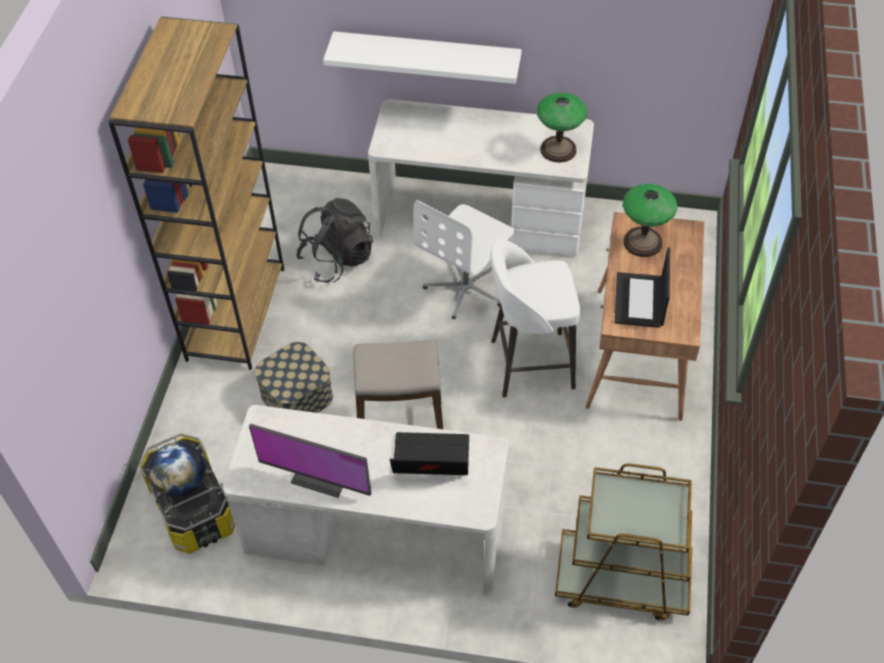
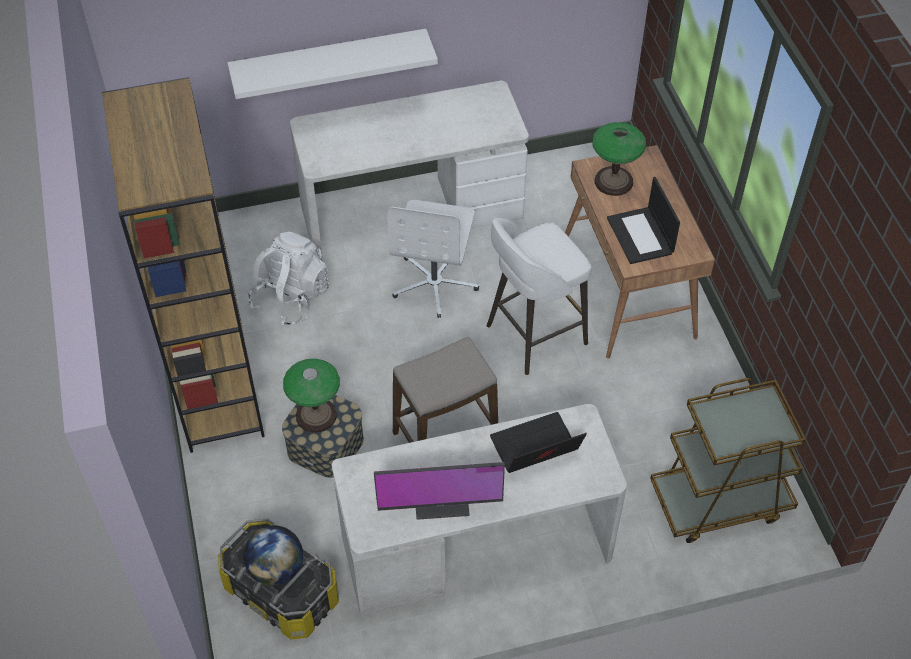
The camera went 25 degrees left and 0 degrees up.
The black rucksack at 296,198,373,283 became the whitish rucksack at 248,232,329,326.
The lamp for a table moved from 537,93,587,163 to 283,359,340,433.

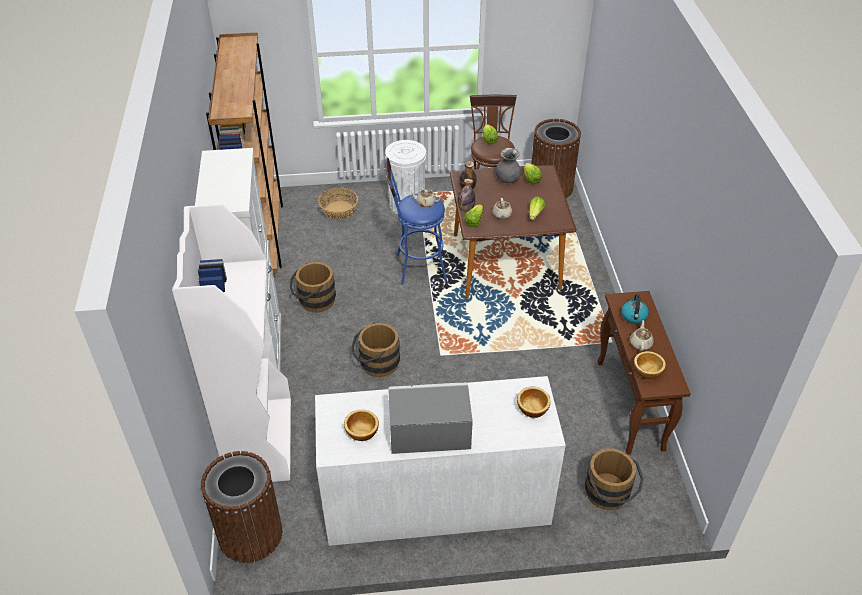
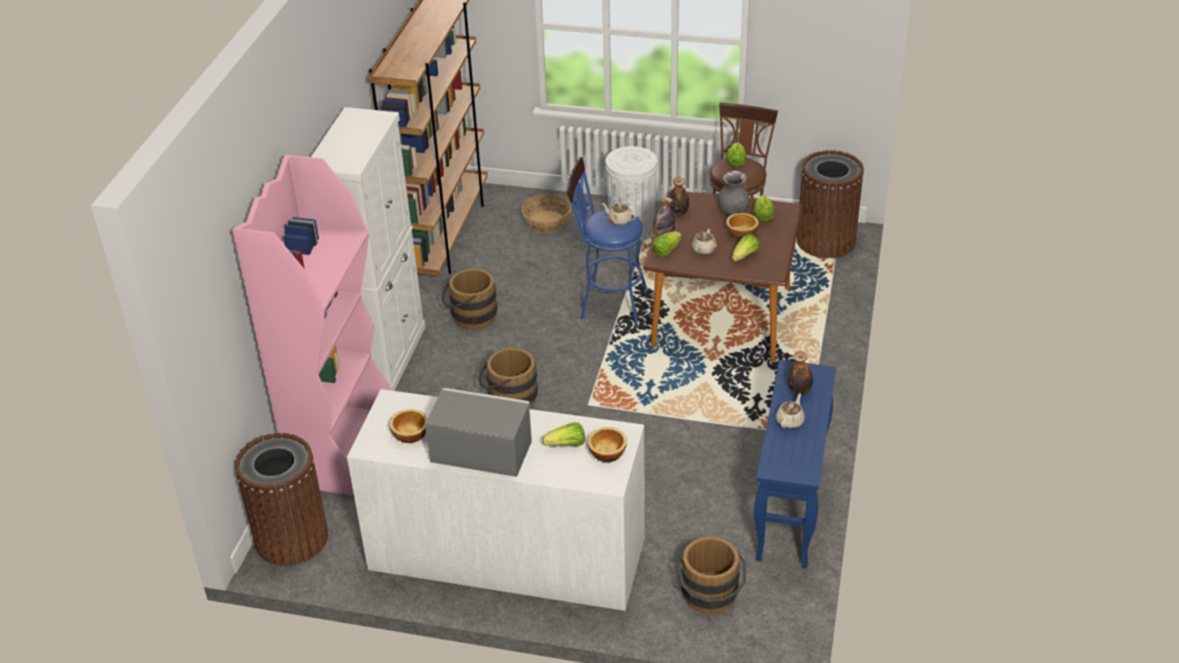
The camera went 20 degrees right and 5 degrees down.
The whitish bookshelf at 172,204,291,482 became the pink bookshelf at 232,154,392,496.
The head of lettuce at 542,422,585,446 appeared.
The deep dish moved from 634,351,666,379 to 726,213,759,239.
The brown-coloured narrow table at 597,291,691,454 became the bluish narrow table at 754,360,836,568.
The kettle at 621,294,649,324 was replaced by the beverage bottle at 788,351,813,395.

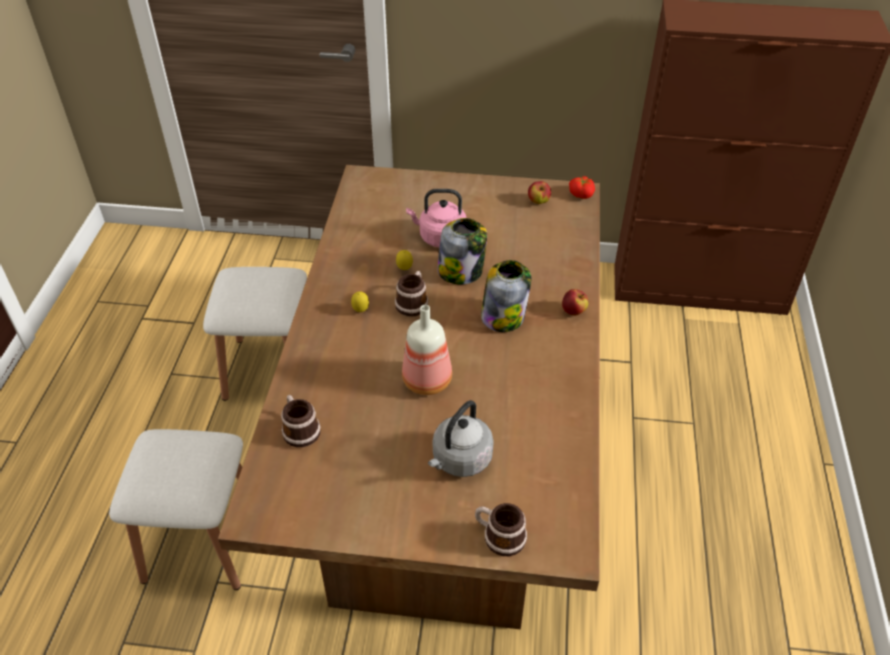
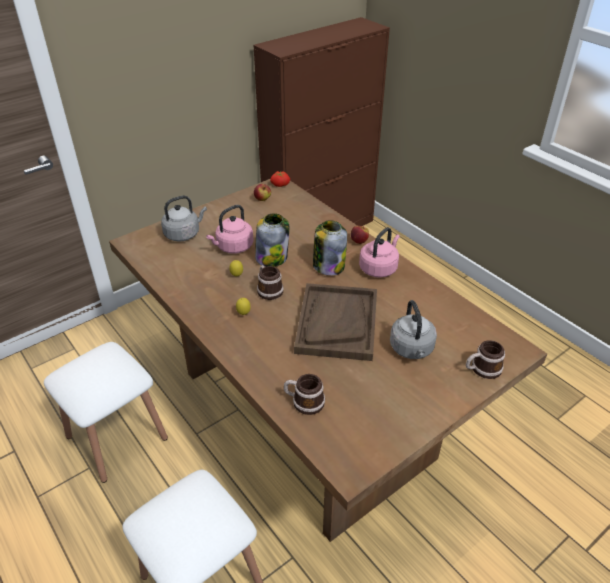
The camera went 45 degrees left and 5 degrees down.
The gray kettle at 161,196,207,241 appeared.
The beverage bottle at 402,305,452,395 was replaced by the brown-coloured tray at 294,283,377,361.
The pink kettle at 359,227,400,278 appeared.

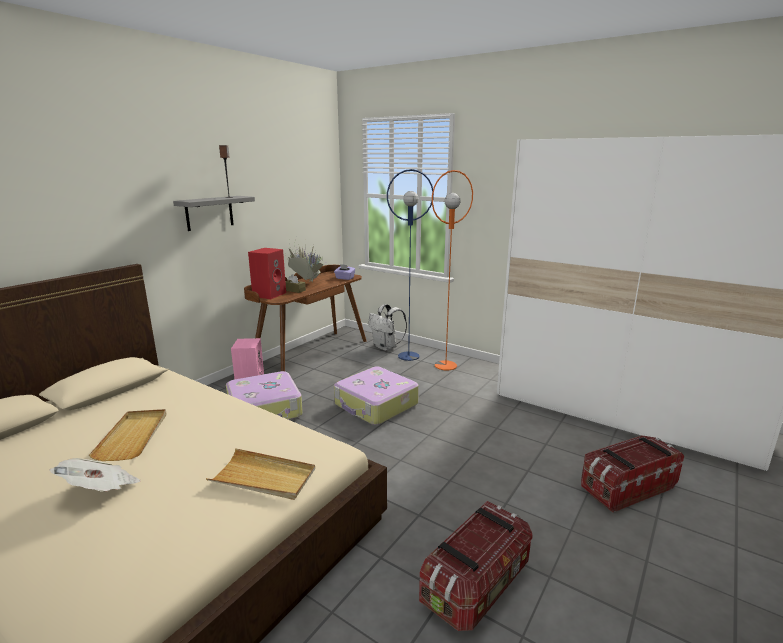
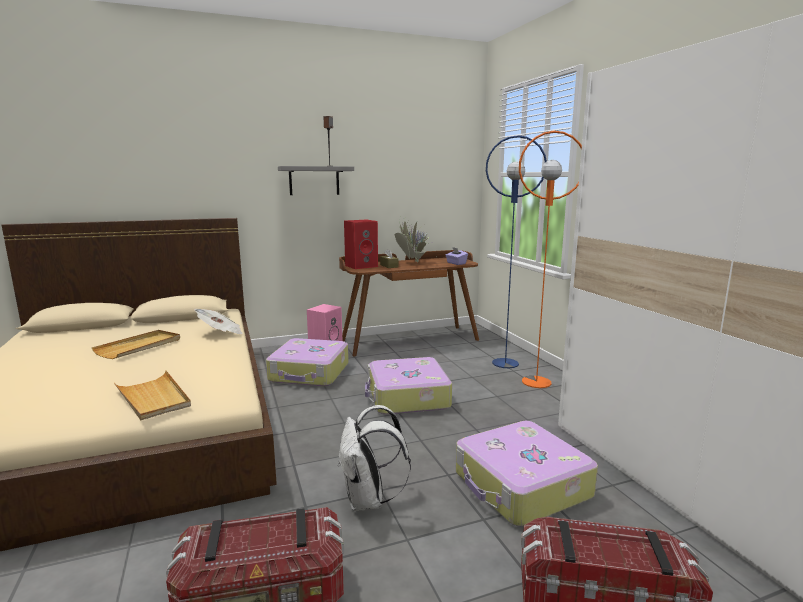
The camera went 35 degrees right and 5 degrees down.
The daily paper moved from 49,458,141,492 to 194,309,243,334.
The whitish rucksack moved from 369,304,407,351 to 338,405,411,511.
The travel case at 456,421,598,526 appeared.

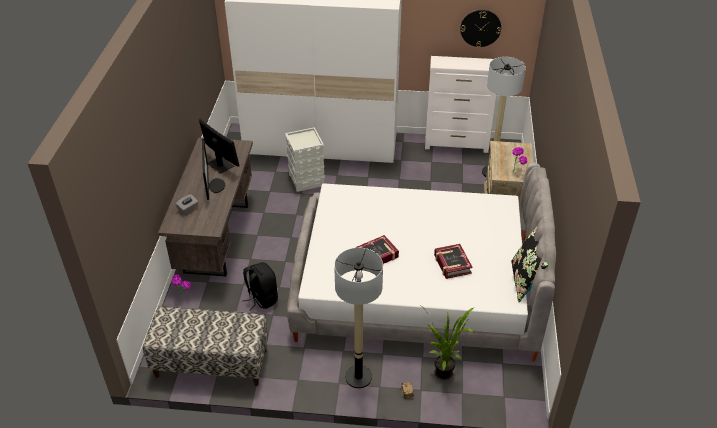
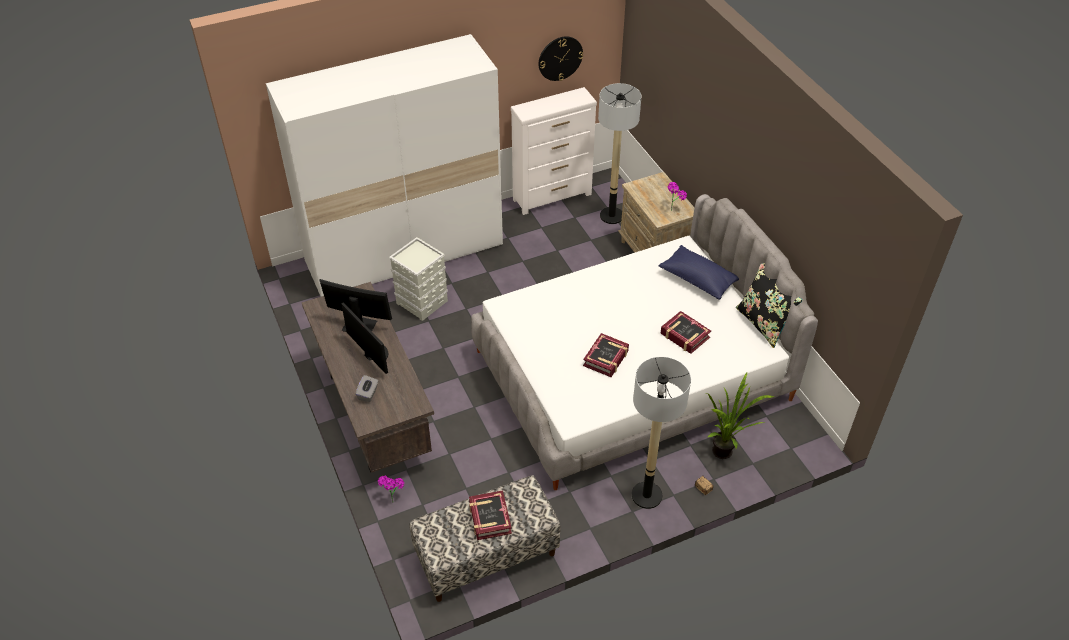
The camera went 30 degrees left and 5 degrees up.
The bound book at 469,491,512,540 appeared.
The bluish cushion at 659,245,739,300 appeared.
The black rucksack at 243,262,278,310 disappeared.

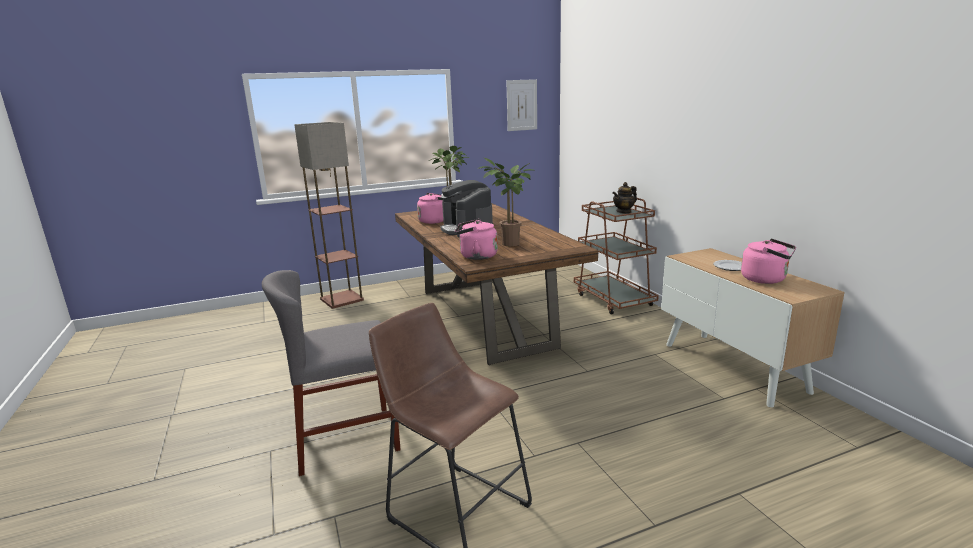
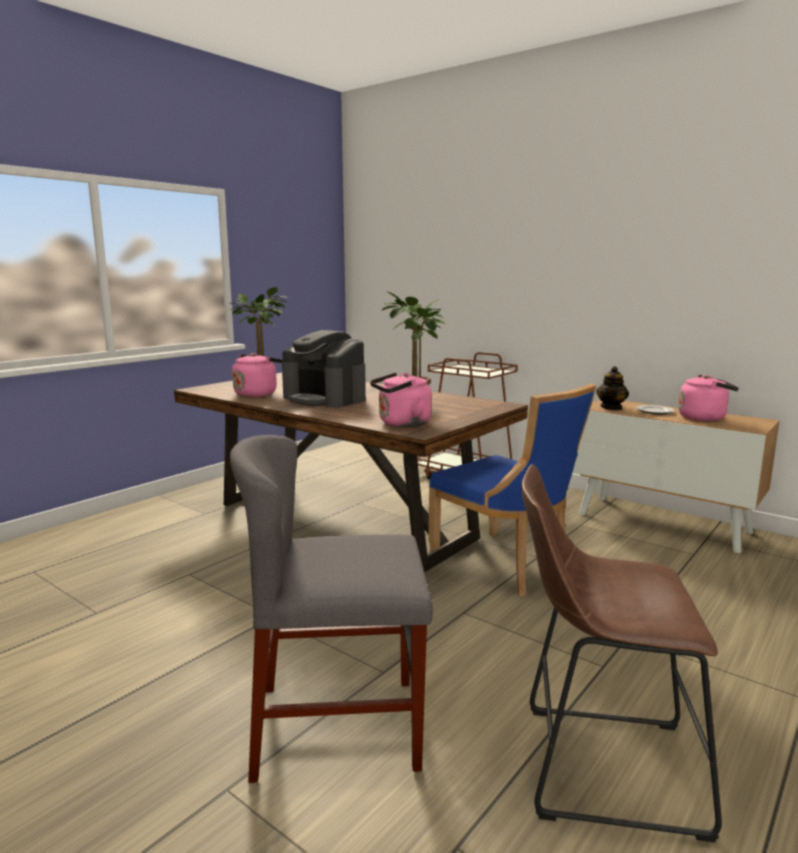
The camera went 30 degrees left and 5 degrees down.
The gray chair at 262,270,401,476 turned 45 degrees clockwise.
The bluish chair at 428,384,597,596 appeared.
The pot for tea moved from 612,182,637,214 to 596,366,629,410.
The standing lamp at 294,122,364,309 disappeared.
The wall art at 506,79,537,131 disappeared.

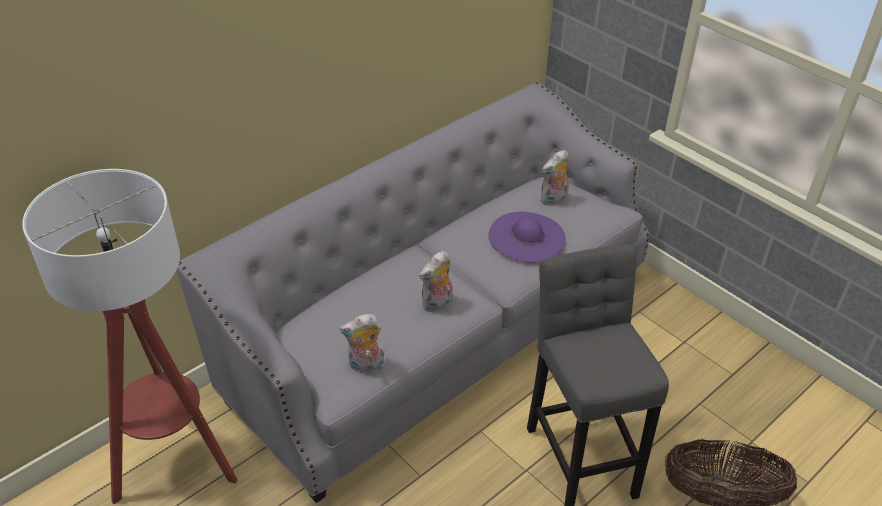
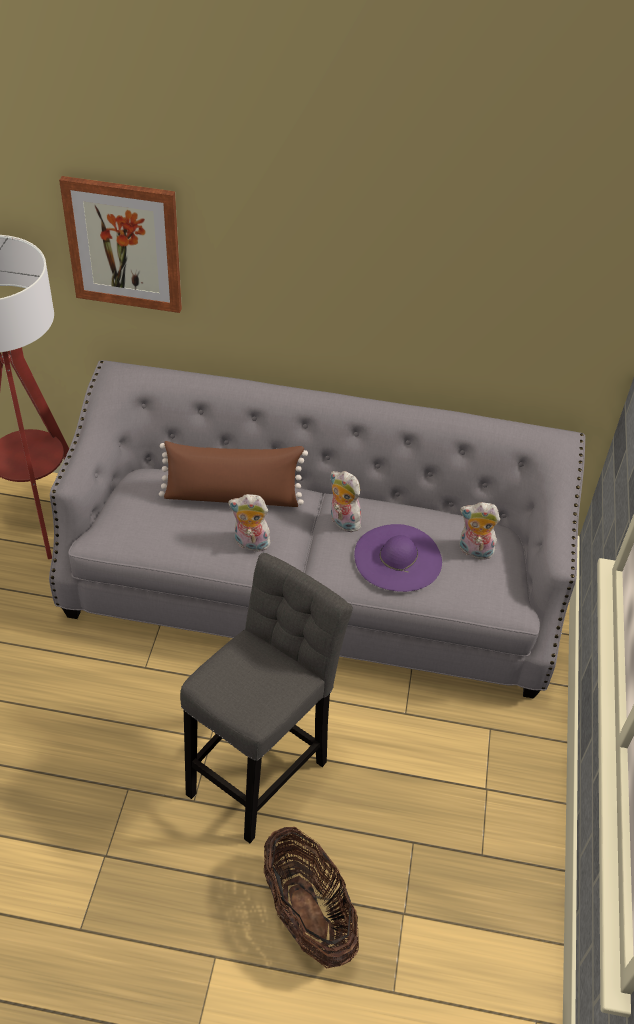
The camera went 50 degrees right and 5 degrees up.
The wall art at 59,176,182,313 appeared.
The brown-coloured cushion at 159,441,308,507 appeared.
The soft toy moved from 339,314,386,372 to 331,471,362,532.

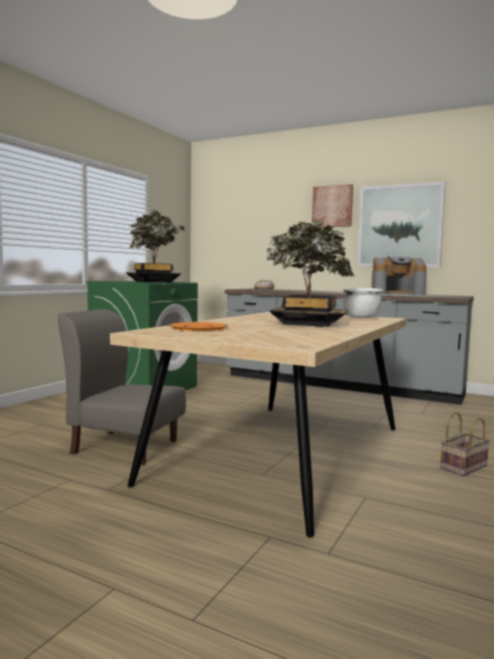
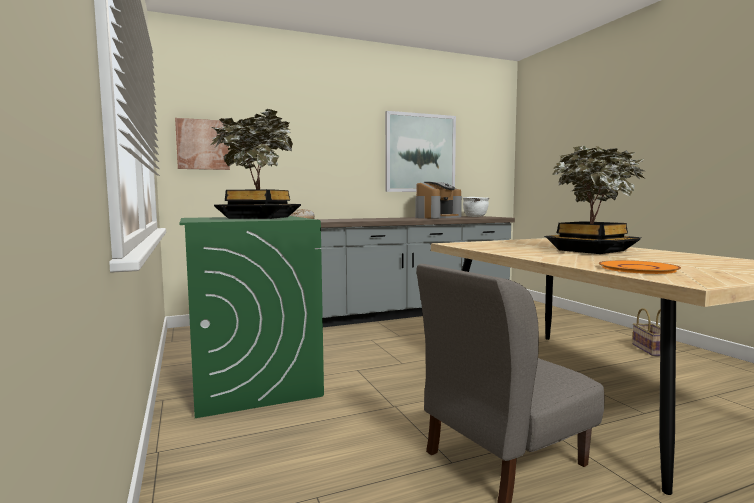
The camera went 50 degrees left and 0 degrees up.
The wall art moved from 312,184,353,227 to 175,118,230,170.
The whitish saucepot moved from 343,288,383,318 to 462,197,489,217.

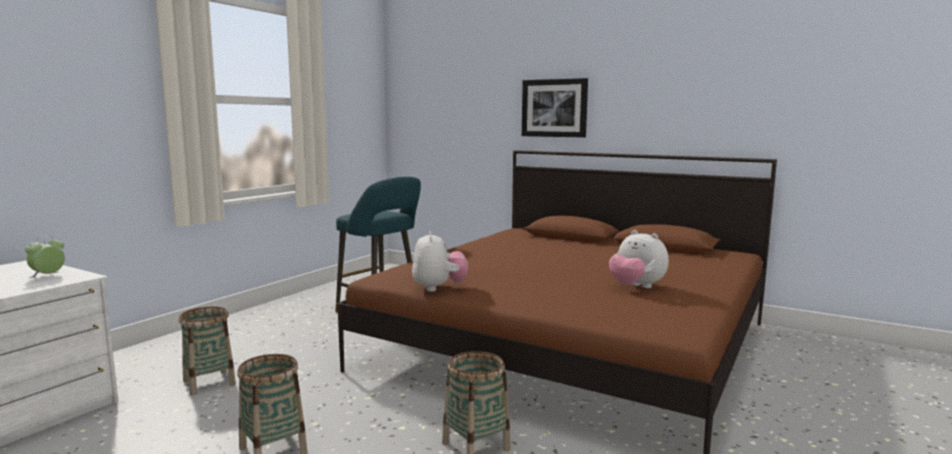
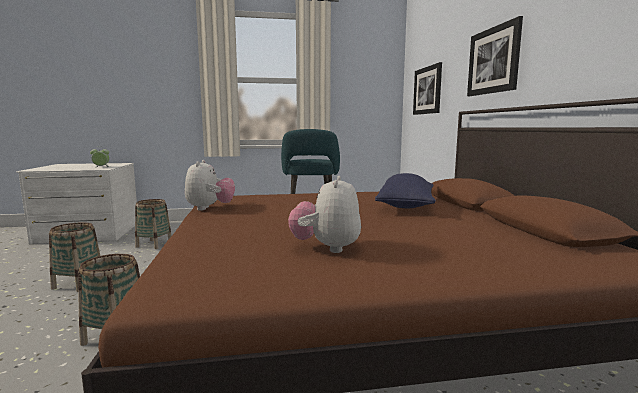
The camera went 50 degrees right and 0 degrees up.
The soft toy at 412,231,468,292 turned 45 degrees counterclockwise.
The bluish cushion at 375,173,436,208 appeared.
The wall art at 413,62,442,115 appeared.

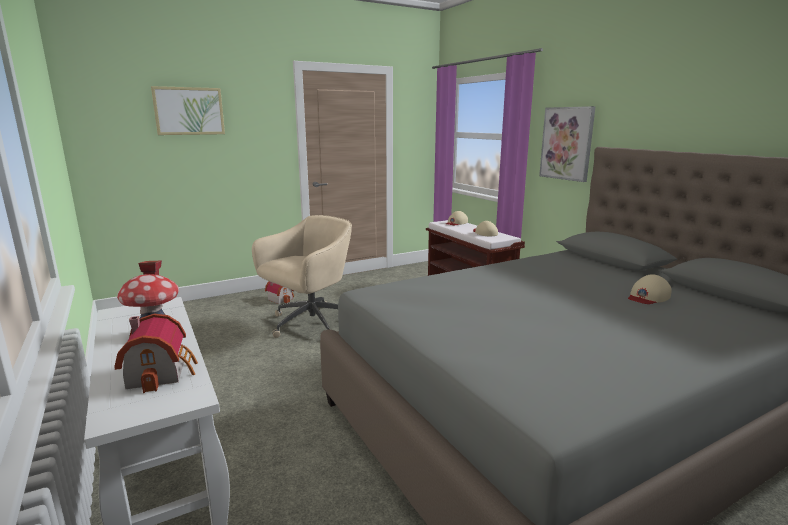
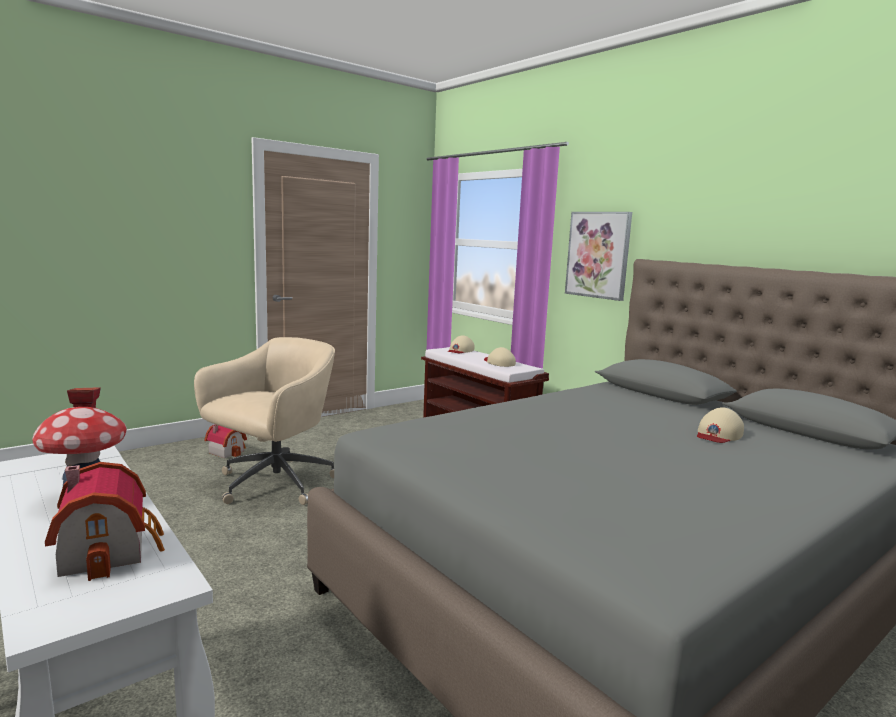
The camera went 10 degrees left and 5 degrees down.
The wall art at 151,86,225,135 disappeared.

